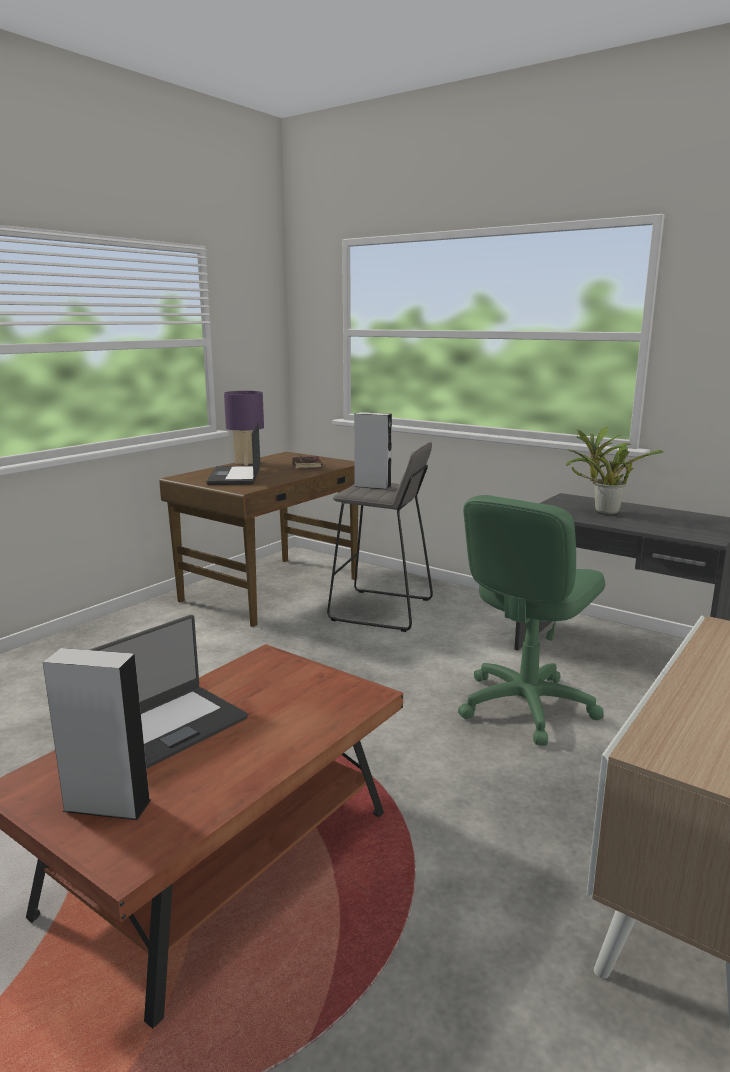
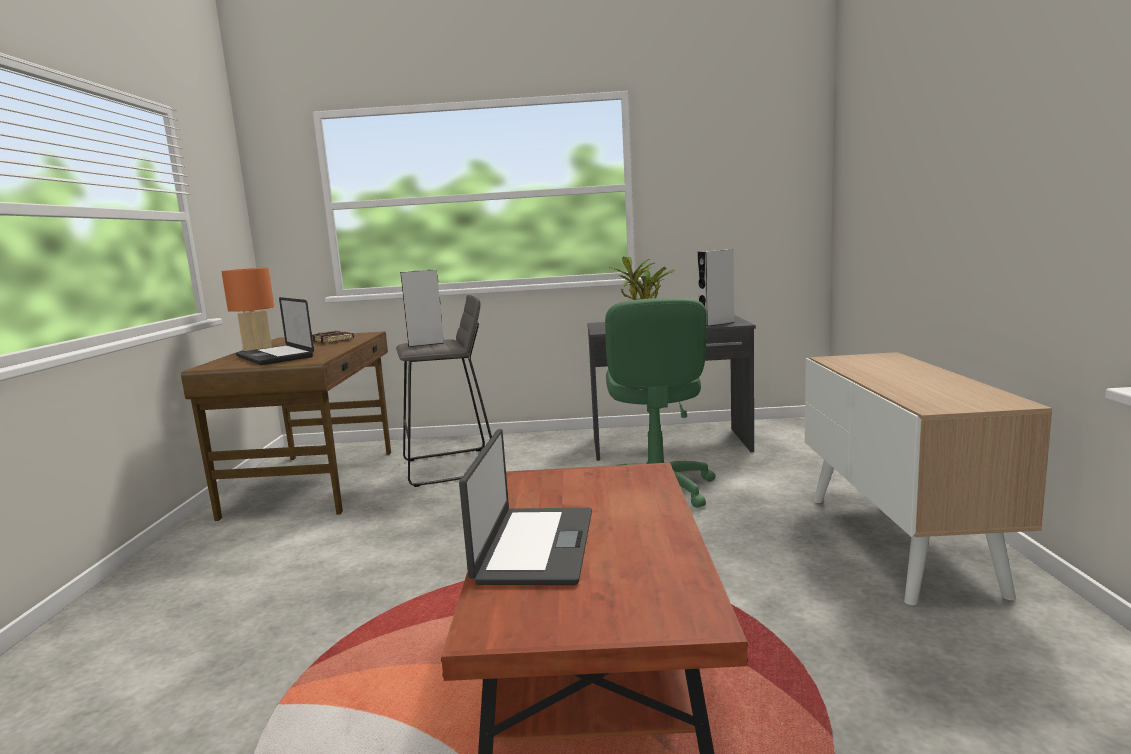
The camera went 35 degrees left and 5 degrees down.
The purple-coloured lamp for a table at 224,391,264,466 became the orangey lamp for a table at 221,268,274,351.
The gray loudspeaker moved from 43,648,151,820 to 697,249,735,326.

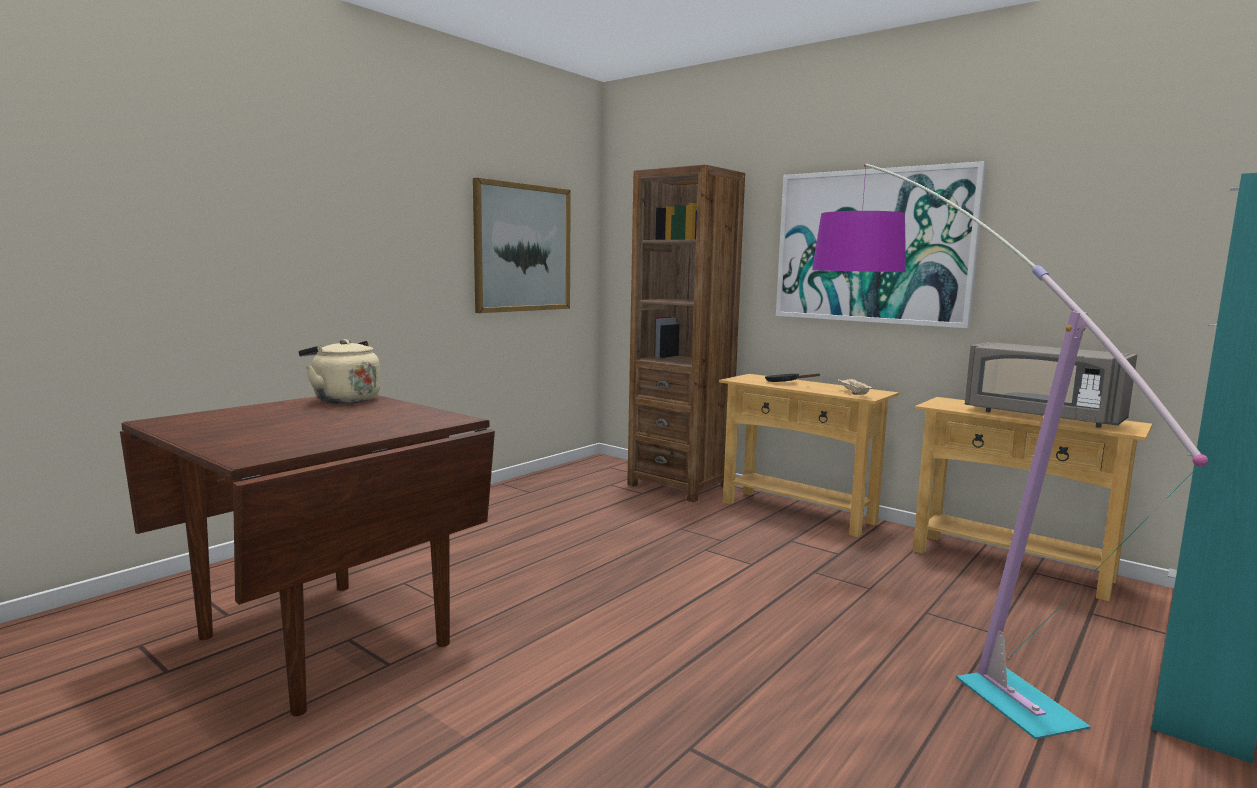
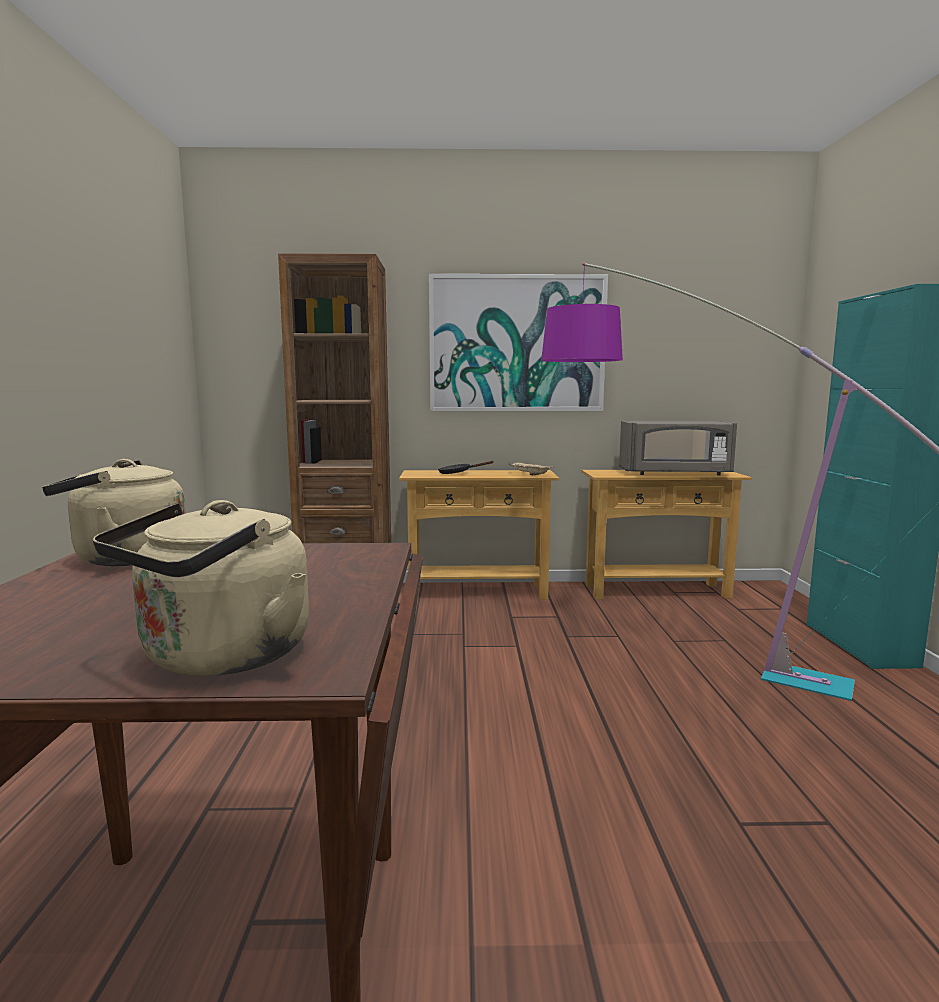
The camera went 40 degrees left and 0 degrees up.
The sand-coloured kettle at 93,500,309,676 appeared.
The wall art at 473,178,571,313 disappeared.

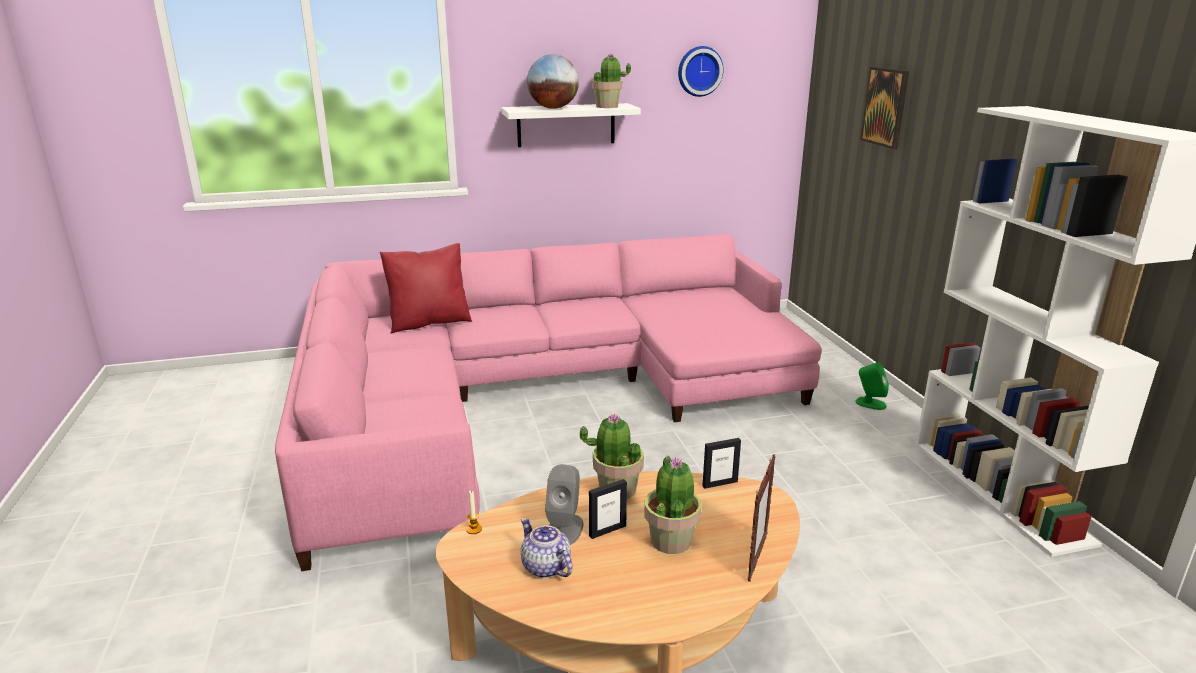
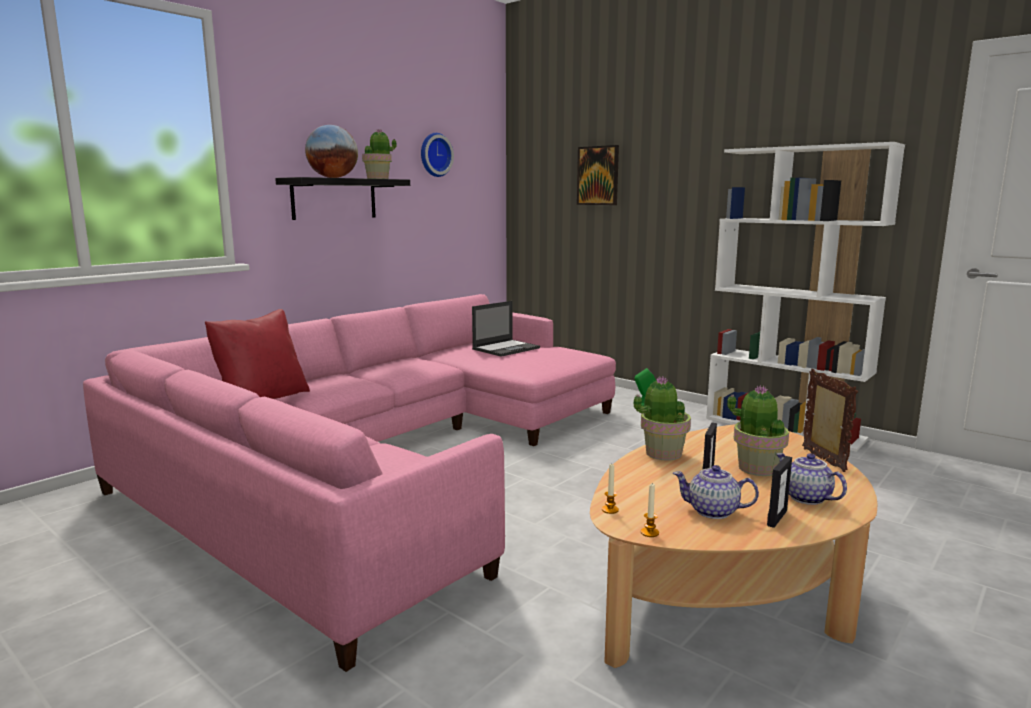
The camera went 35 degrees left and 10 degrees down.
The whitish wall shelf at 502,103,641,147 became the black wall shelf at 275,177,410,220.
The portable computer at 472,301,540,357 appeared.
The wax candle at 641,484,659,537 appeared.
The picture frame moved from 703,438,741,489 to 767,456,792,528.
The pot for tea at 776,453,847,505 appeared.
The gray loudspeaker at 545,464,583,545 disappeared.

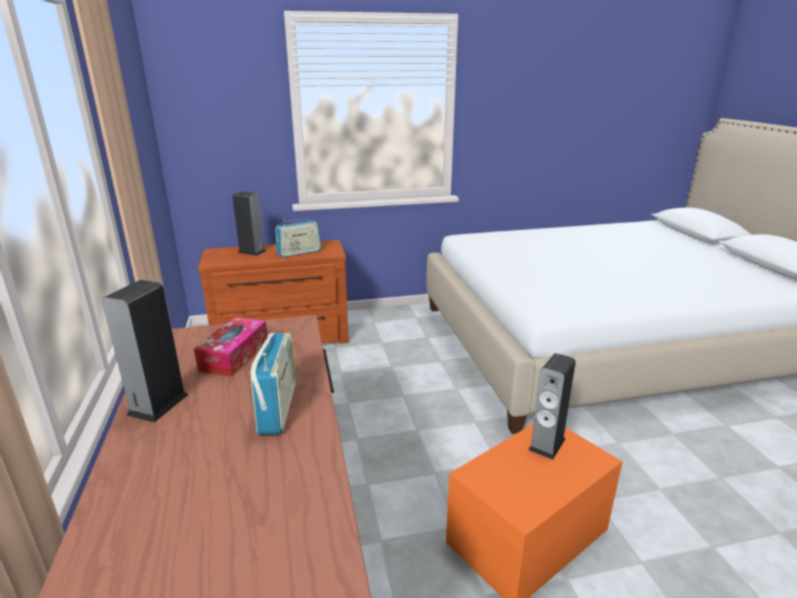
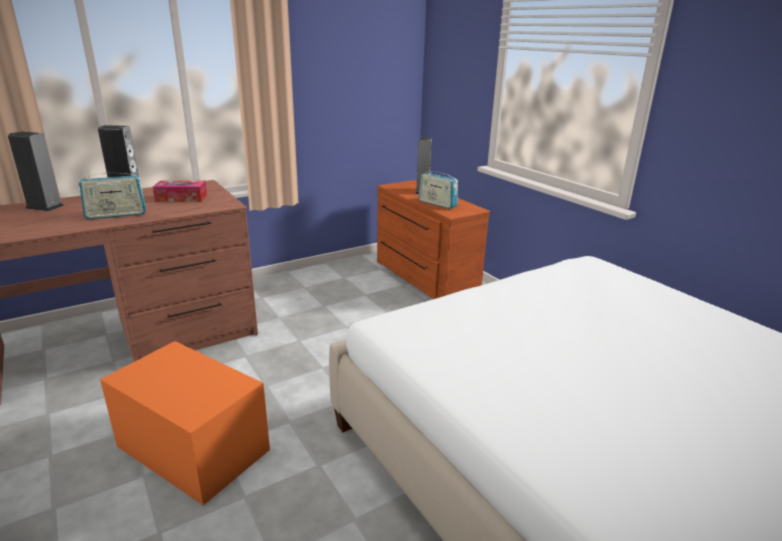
The camera went 70 degrees right and 0 degrees up.
The loudspeaker moved from 528,353,576,460 to 8,131,64,211.

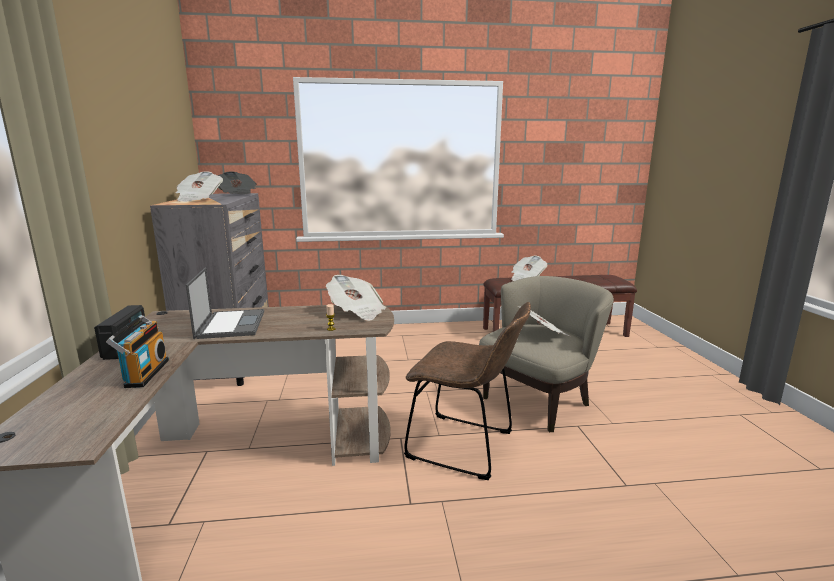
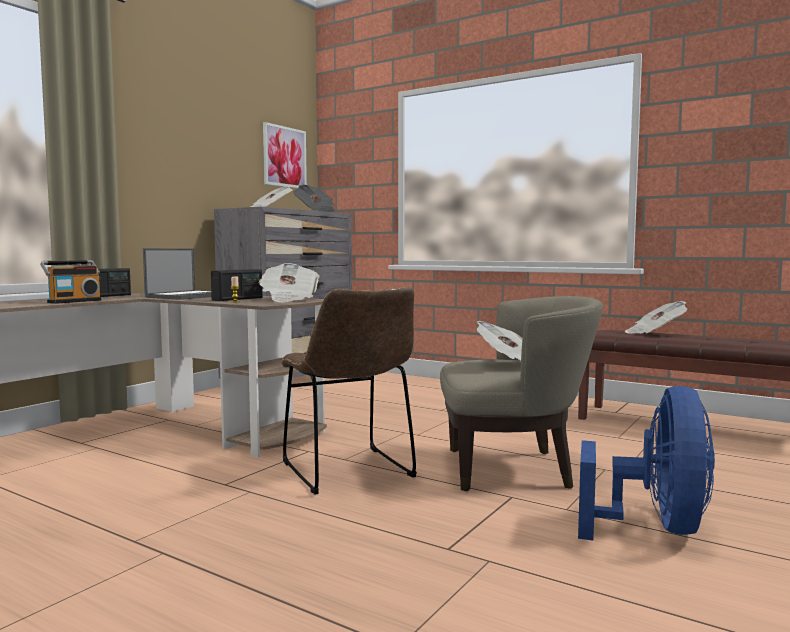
The camera went 40 degrees right and 10 degrees down.
The radio receiver at 211,269,262,301 appeared.
The wall art at 263,122,307,188 appeared.
The bluish fan at 578,386,715,540 appeared.

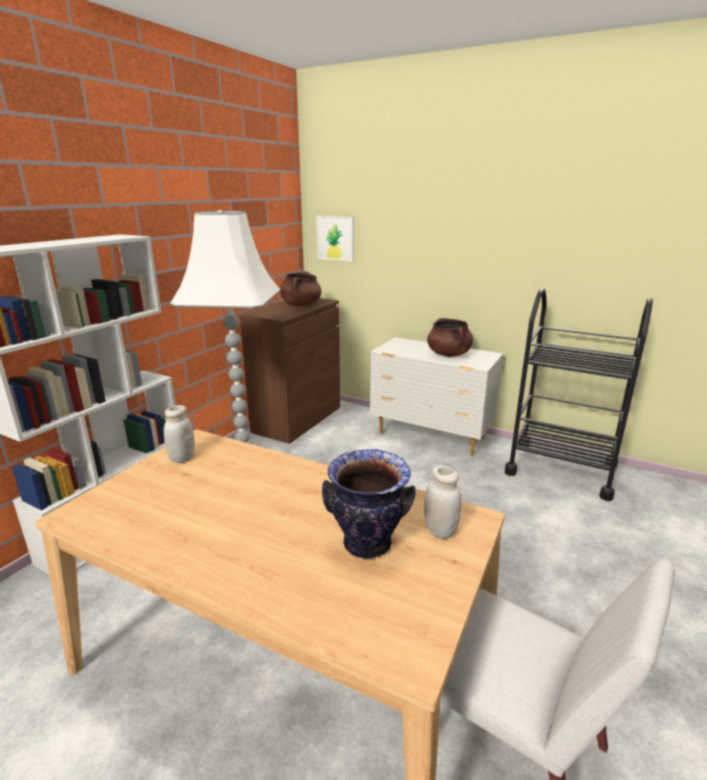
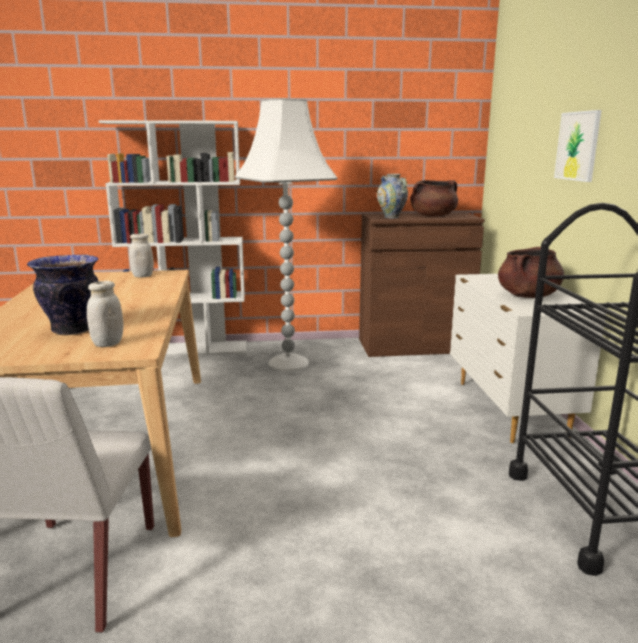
The camera went 55 degrees right and 5 degrees down.
The vase at 377,174,408,218 appeared.
The wall art moved from 316,216,354,261 to 554,110,602,182.

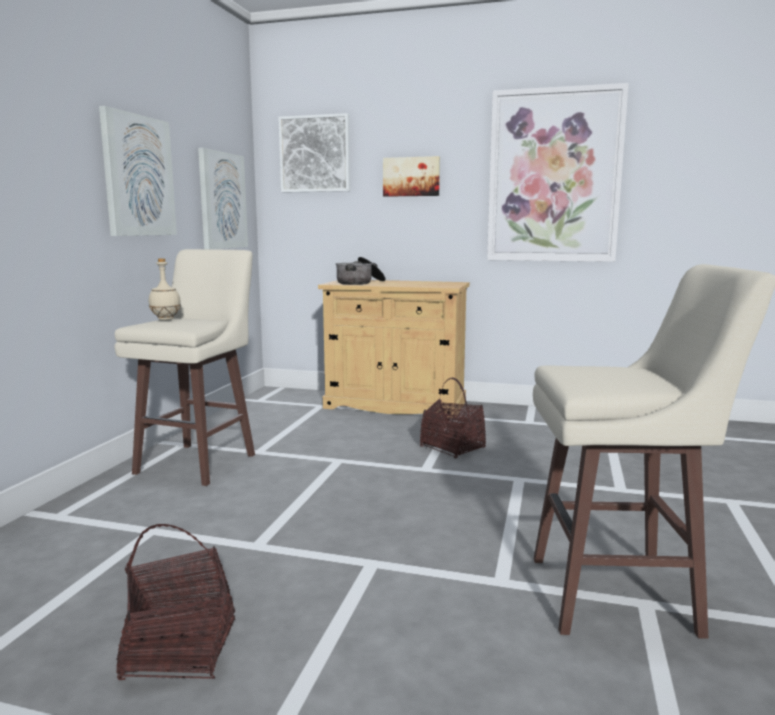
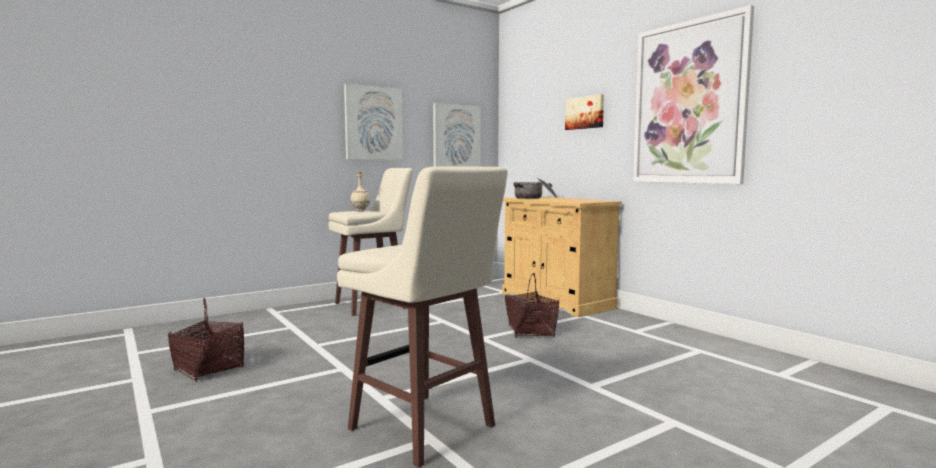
The camera went 40 degrees right and 5 degrees down.
The wall art at 278,113,350,193 disappeared.

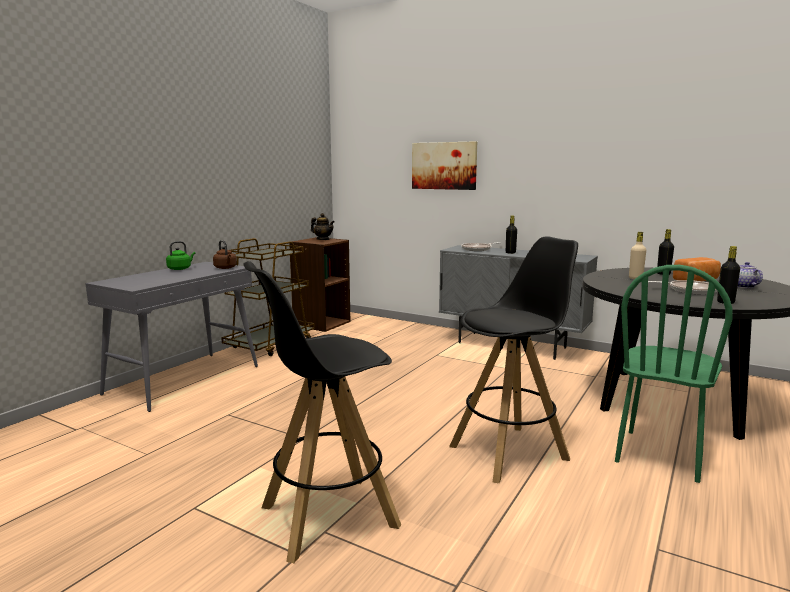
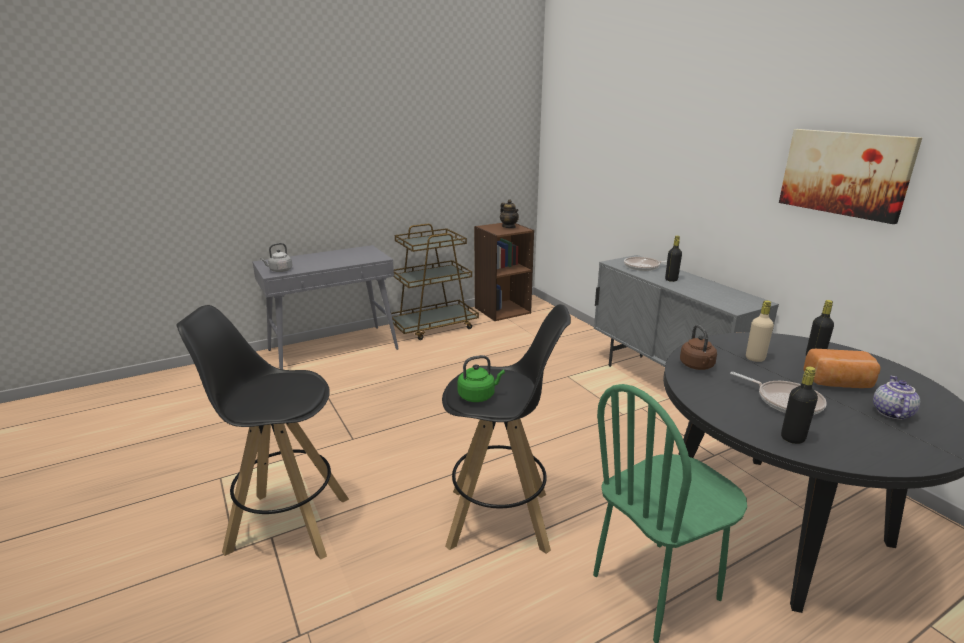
The camera went 30 degrees right and 10 degrees up.
The gray kettle at 261,243,293,272 appeared.
The green-coloured kettle moved from 166,241,195,270 to 457,355,505,402.
The brown-coloured kettle moved from 213,240,237,269 to 680,325,717,370.
The wall art moved from 412,141,477,190 to 779,129,922,224.

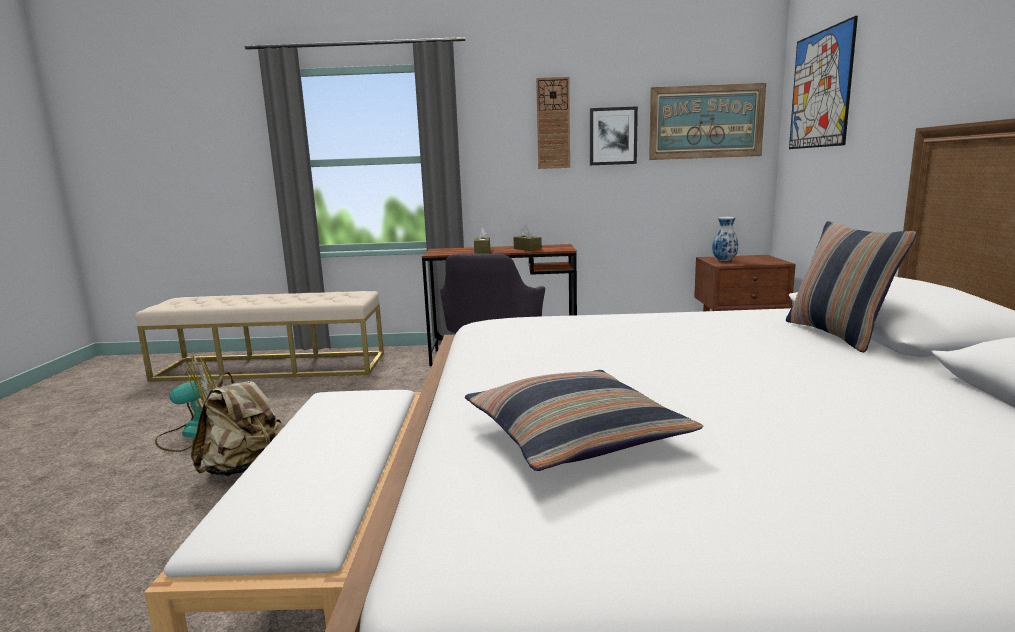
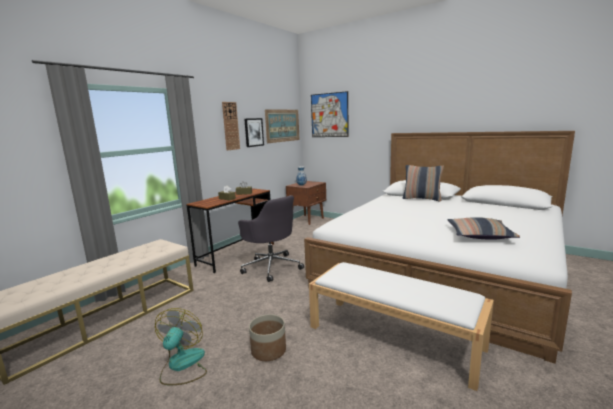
The camera went 55 degrees left and 0 degrees up.
The sand-coloured rucksack at 191,372,283,476 was replaced by the flower pot at 249,314,286,361.

